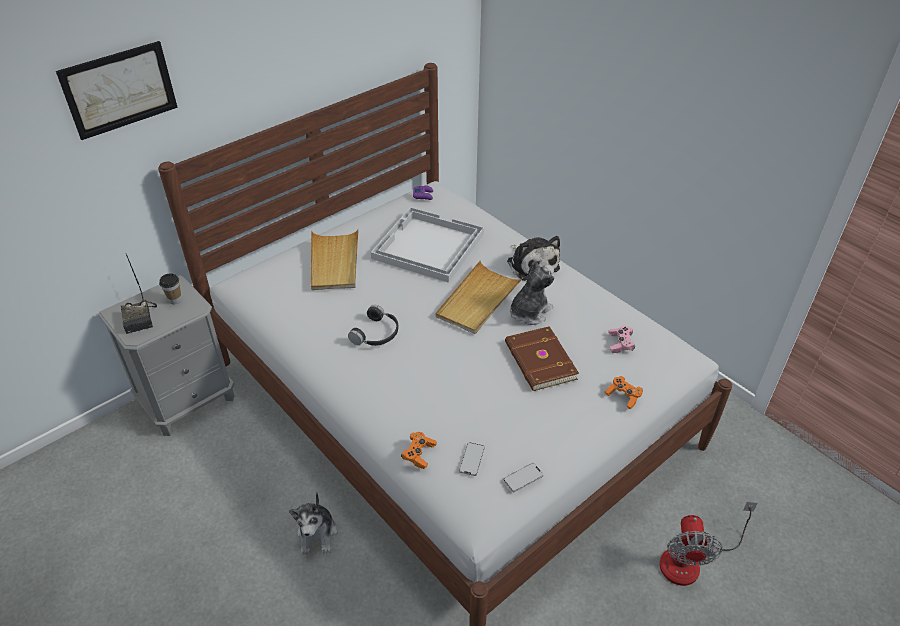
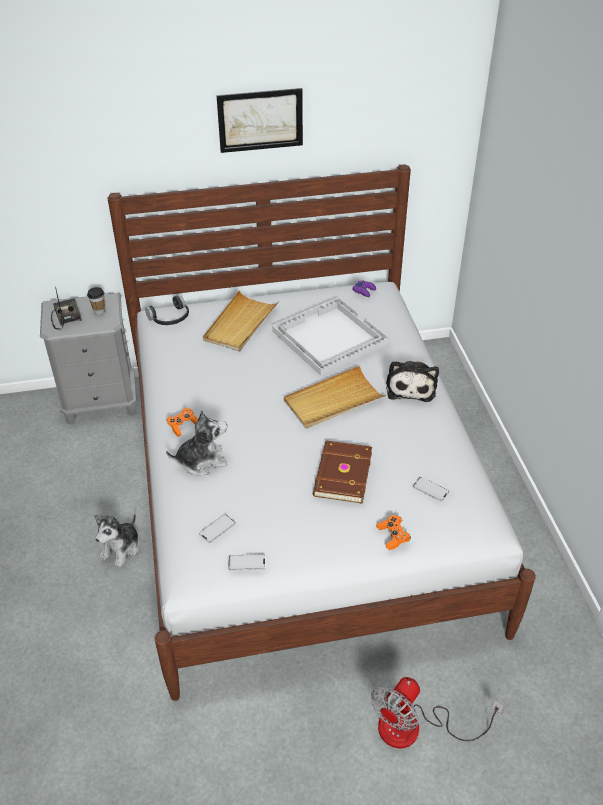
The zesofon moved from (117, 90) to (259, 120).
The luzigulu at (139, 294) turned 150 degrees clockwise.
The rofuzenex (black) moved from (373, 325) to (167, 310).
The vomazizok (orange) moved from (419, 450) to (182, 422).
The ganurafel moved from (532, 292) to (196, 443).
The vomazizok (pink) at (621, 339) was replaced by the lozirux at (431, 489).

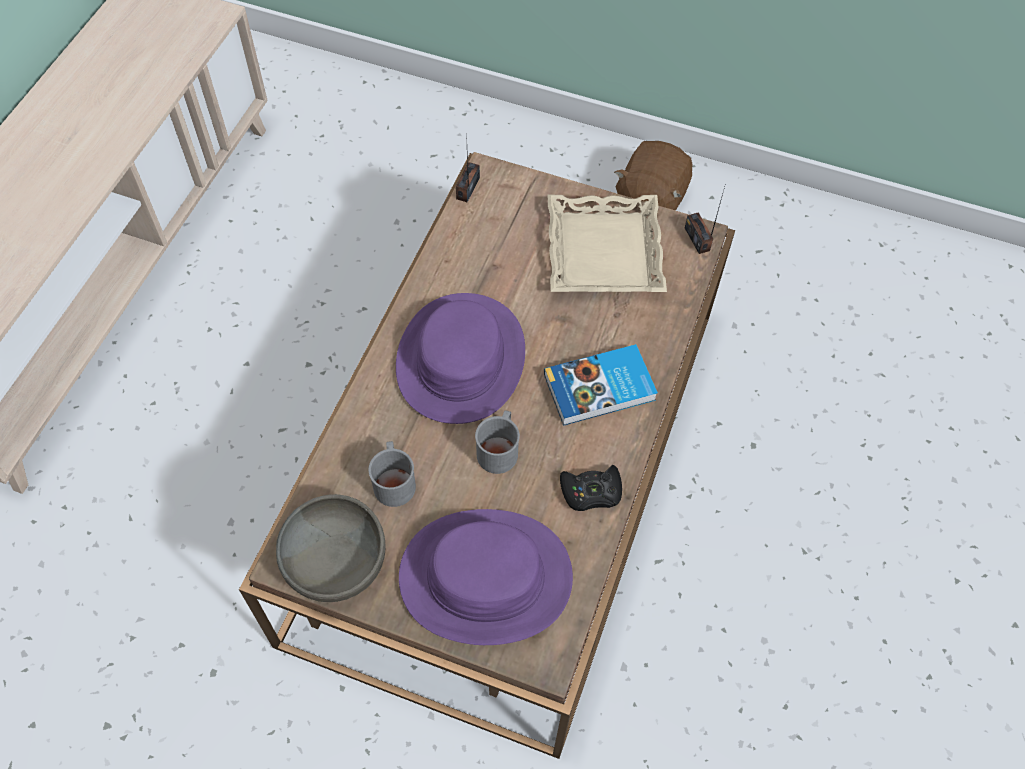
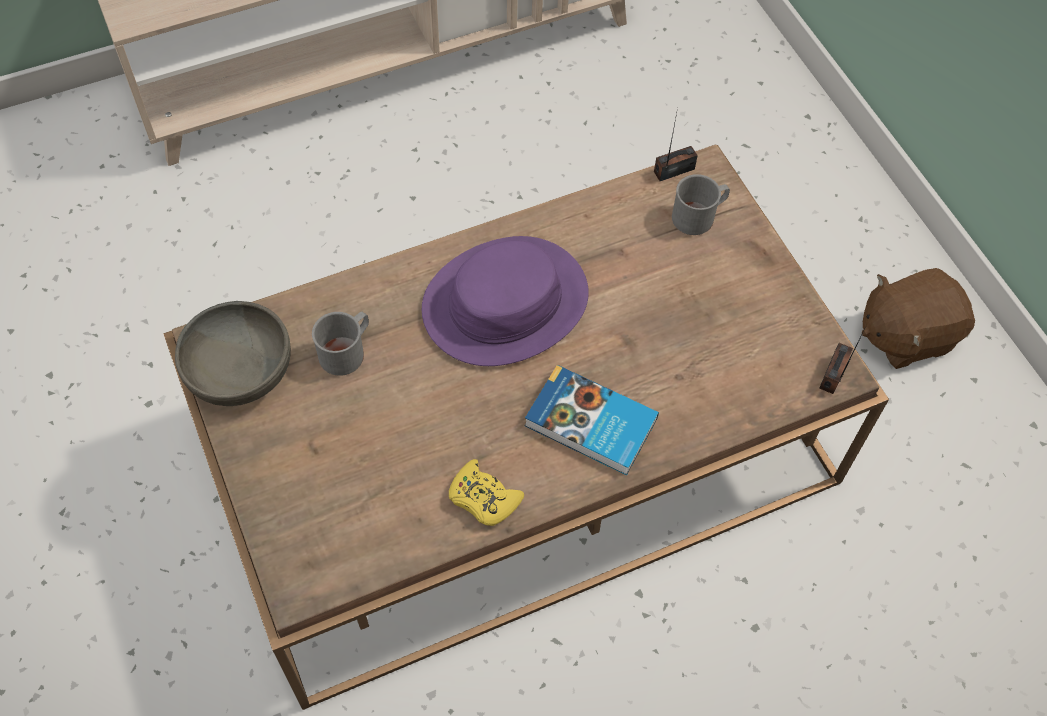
The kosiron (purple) at (486, 577) disappeared.
The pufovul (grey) moved from (497, 442) to (701, 204).
The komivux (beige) at (607, 243) disappeared.
The vomazizok (black) at (591, 488) became the vomazizok (yellow) at (486, 492).

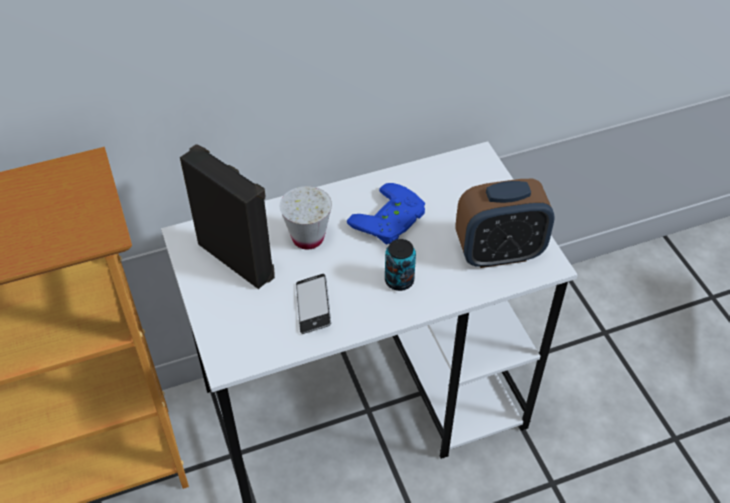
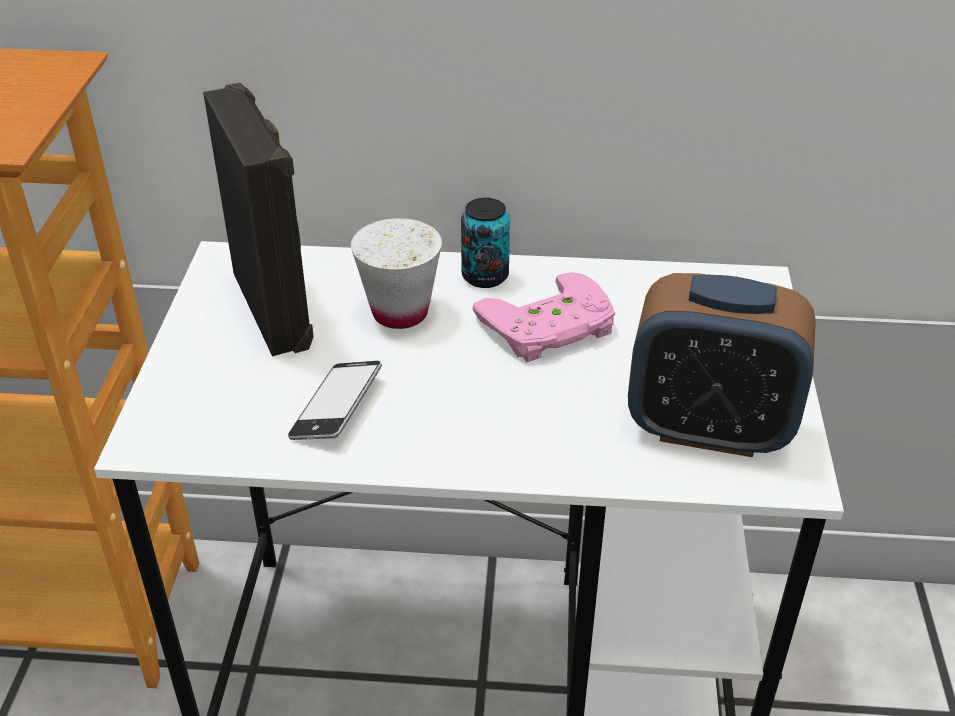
The vomazizok (blue) at (386, 214) became the vomazizok (pink) at (544, 317).
The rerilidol moved from (400, 265) to (485, 243).

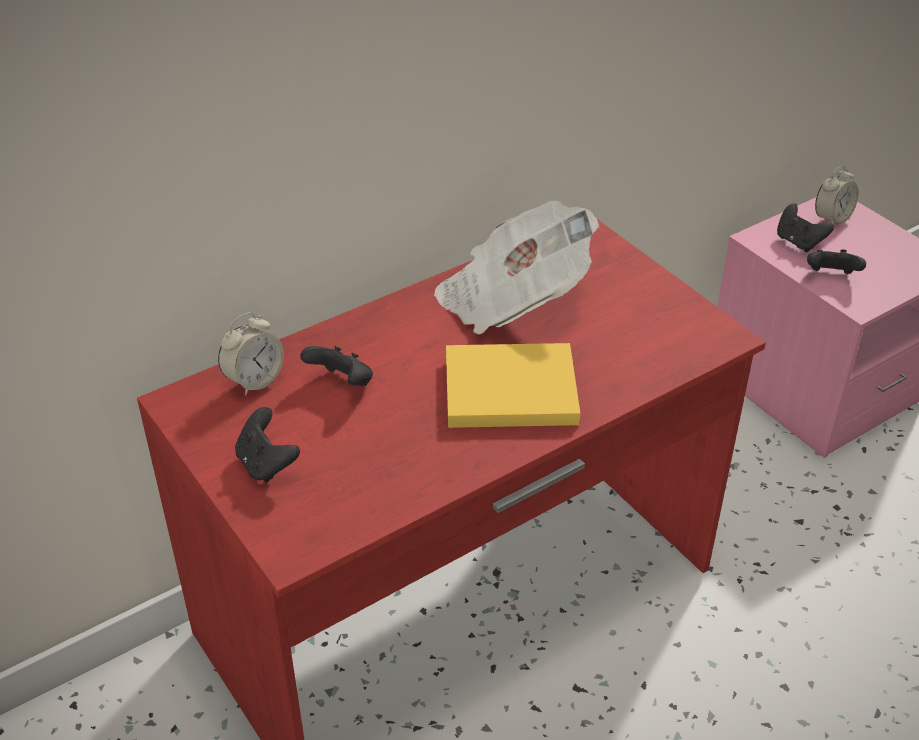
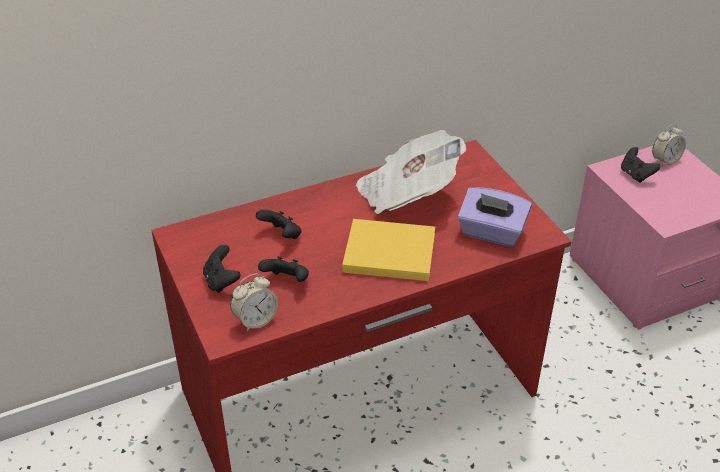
The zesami moved from (251, 354) to (254, 302).
The vomazizok (black) moved from (836, 261) to (283, 269).
The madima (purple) at (495, 217) appeared.

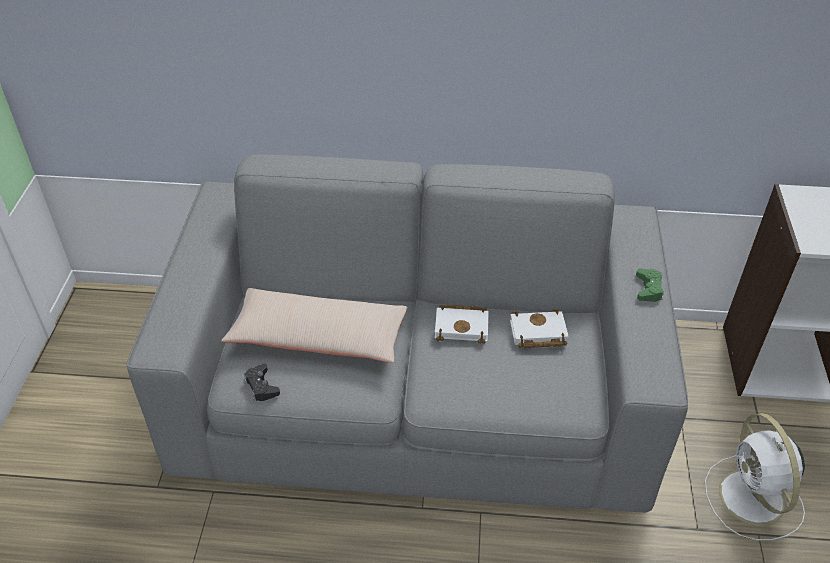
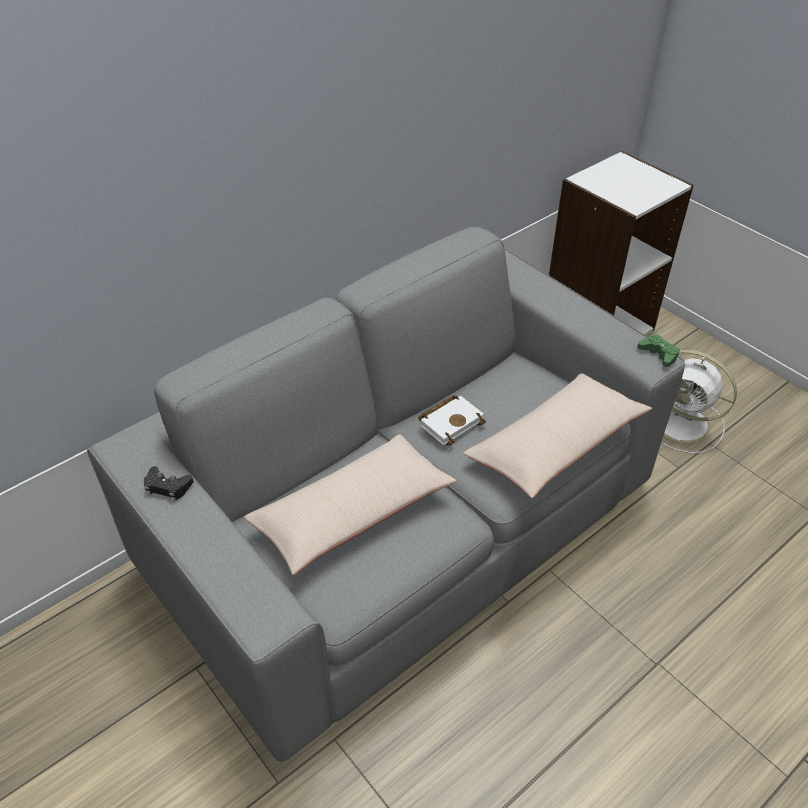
The vomazizok (black) moved from (262, 382) to (168, 484).
The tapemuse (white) at (539, 328) disappeared.
The vomazizok (green) moved from (650, 285) to (658, 350).
The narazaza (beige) at (557, 435) appeared.

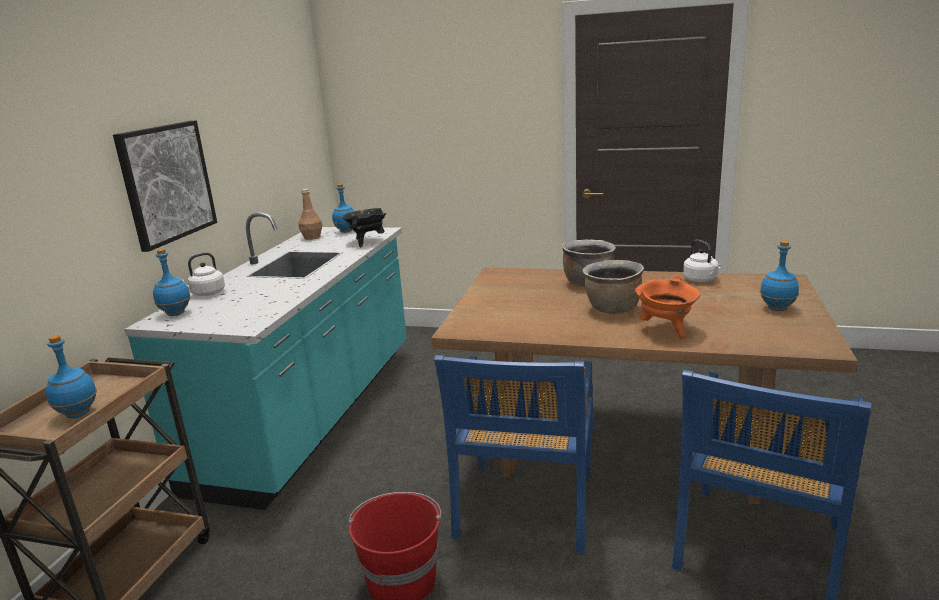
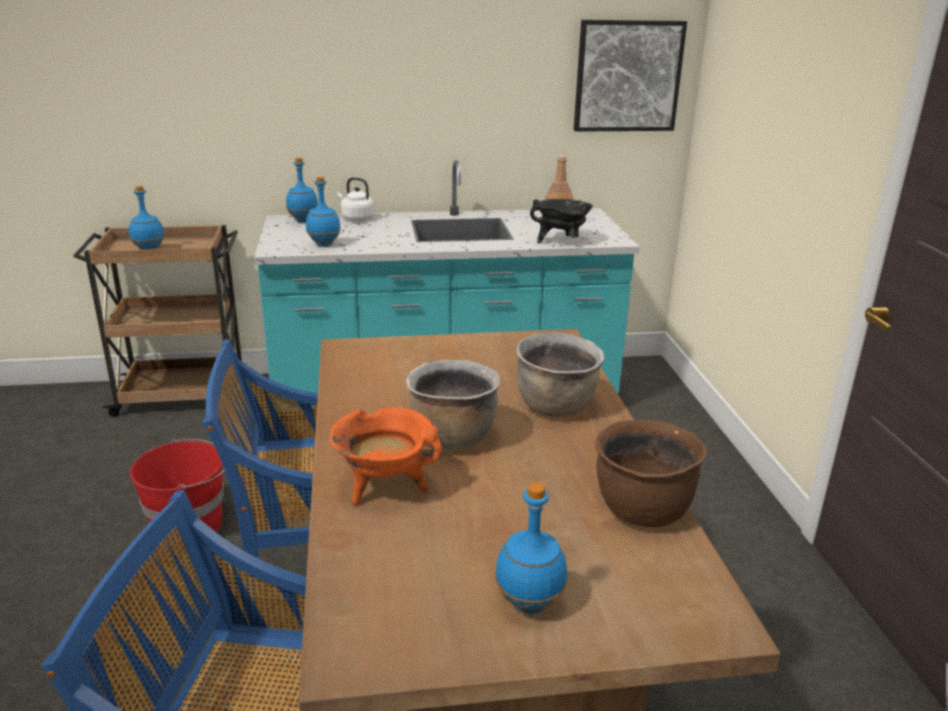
The zesofon moved from (165, 186) to (630, 76).
The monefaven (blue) moved from (343, 208) to (323, 211).
The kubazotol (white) at (702, 260) was replaced by the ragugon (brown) at (651, 473).

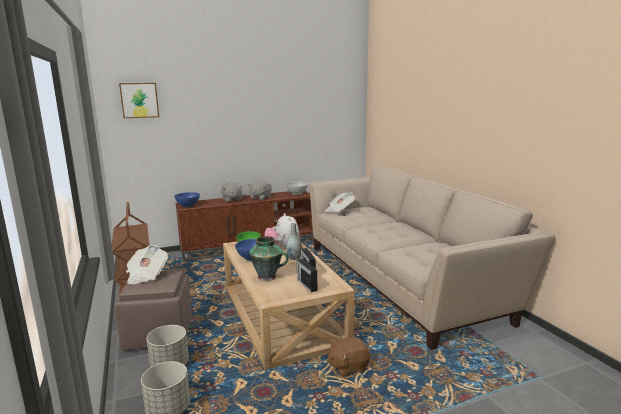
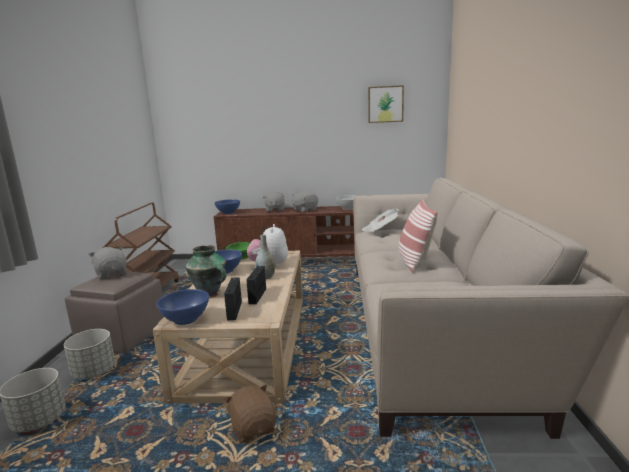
The zesofon moved from (139, 100) to (386, 104).
The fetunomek at (147, 264) was replaced by the ganurafel (grey) at (107, 263).
The ganurafel (brown) at (348, 356) turned 60 degrees clockwise.
The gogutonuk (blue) at (182, 307) appeared.
The narazaza at (418, 236) appeared.

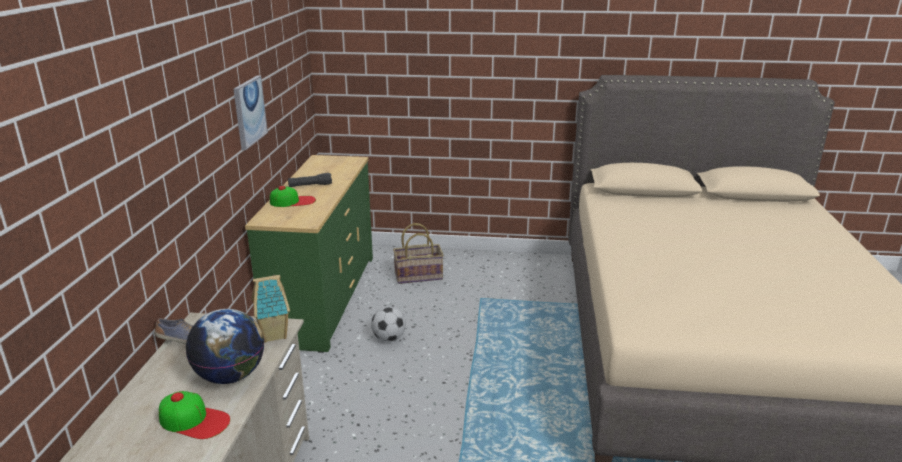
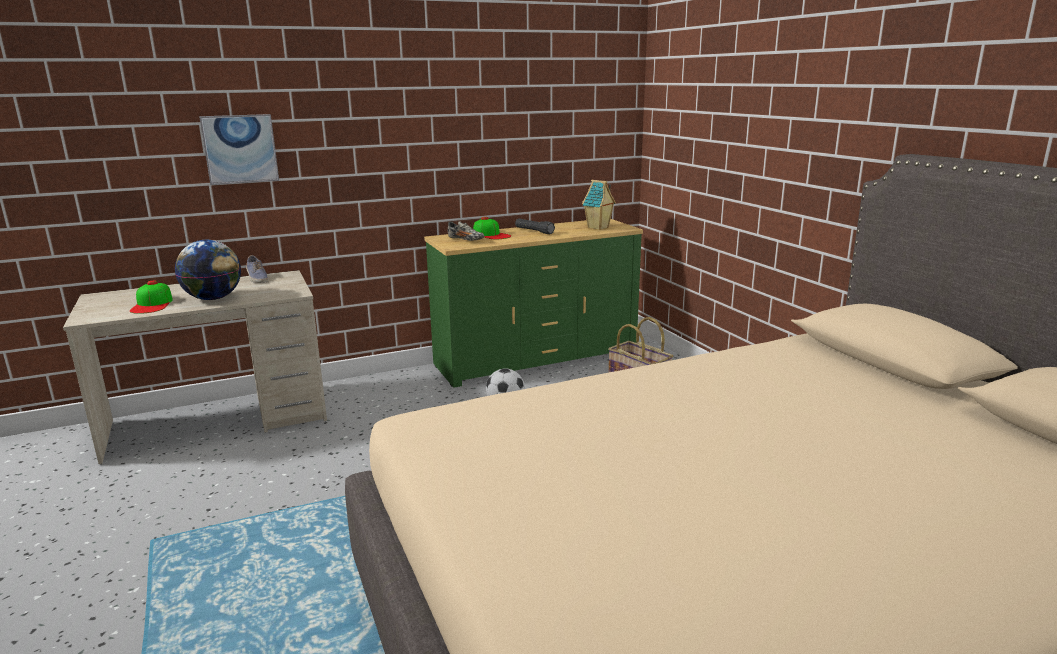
The zesofon moved from (250, 112) to (239, 149).
The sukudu moved from (270, 308) to (599, 205).
The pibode at (466, 231) appeared.

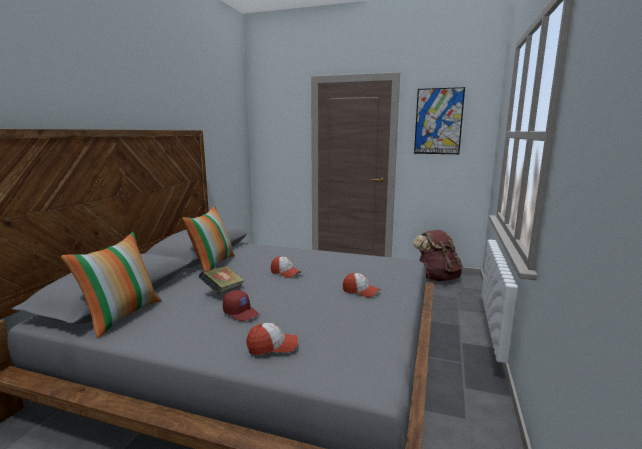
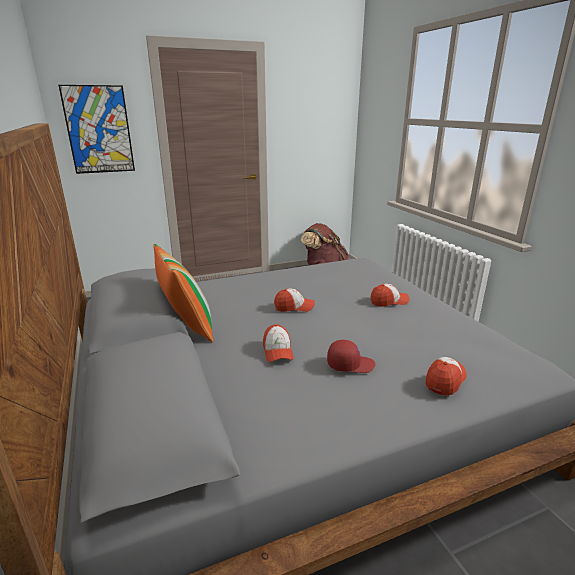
The narazaza at (111, 285) disappeared.
The tapemuse at (222, 280) was replaced by the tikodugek at (278, 343).
The zesofon moved from (439, 120) to (97, 129).

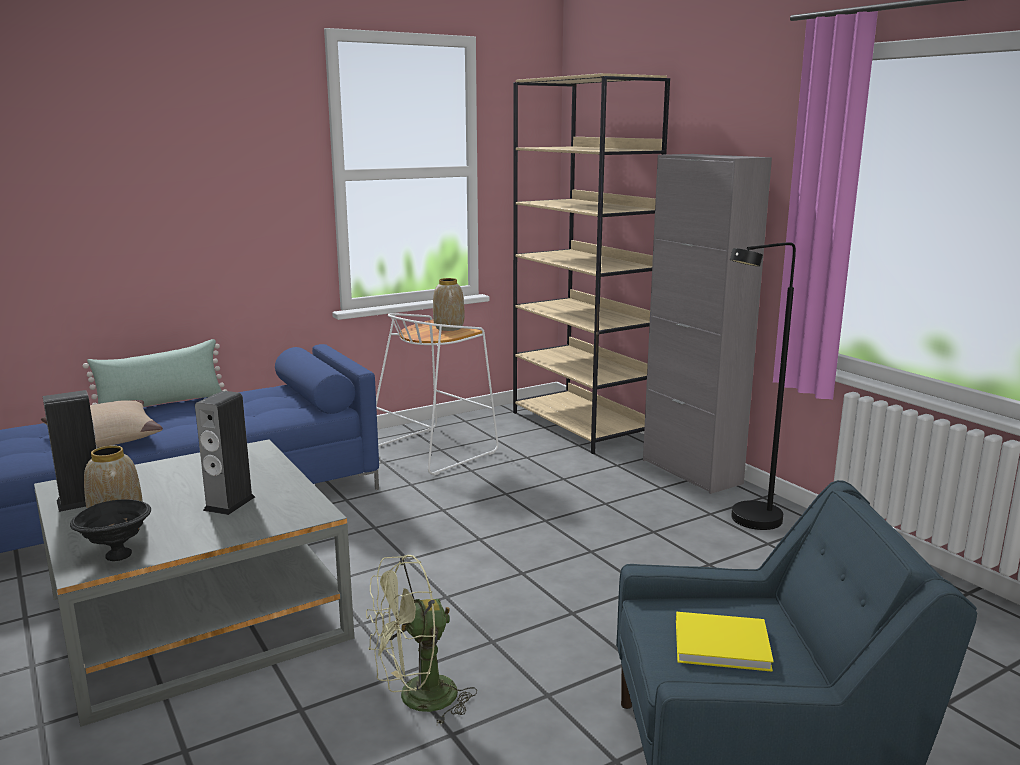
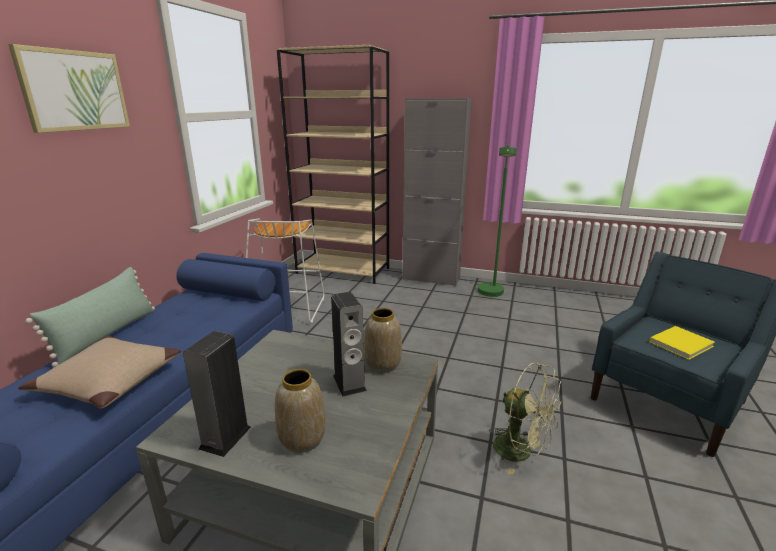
The gogutonuk (black) at (110, 530) disappeared.
The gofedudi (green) at (421, 640) turned 75 degrees counterclockwise.
The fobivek moved from (448, 304) to (383, 340).
The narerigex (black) at (763, 386) became the narerigex (green) at (497, 220).
The zesofon at (69, 88) appeared.

